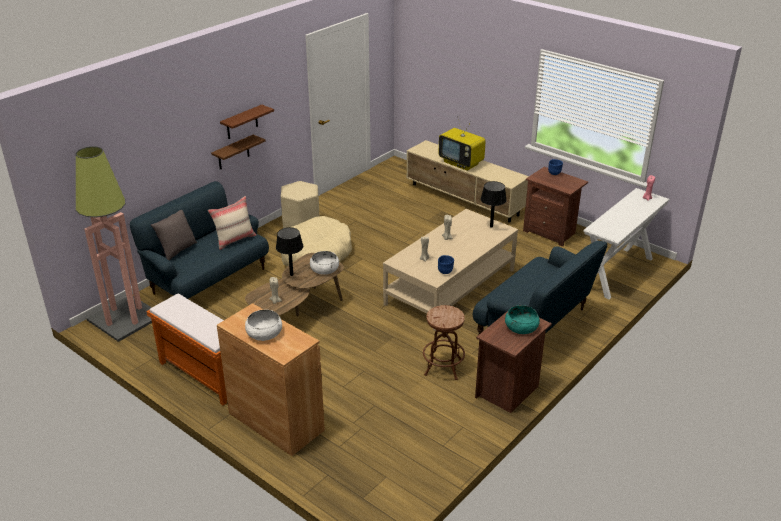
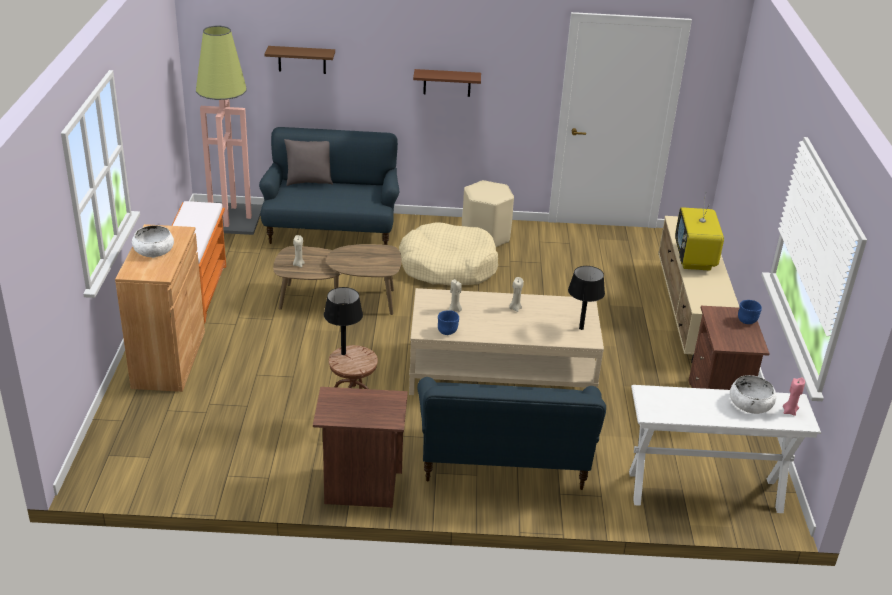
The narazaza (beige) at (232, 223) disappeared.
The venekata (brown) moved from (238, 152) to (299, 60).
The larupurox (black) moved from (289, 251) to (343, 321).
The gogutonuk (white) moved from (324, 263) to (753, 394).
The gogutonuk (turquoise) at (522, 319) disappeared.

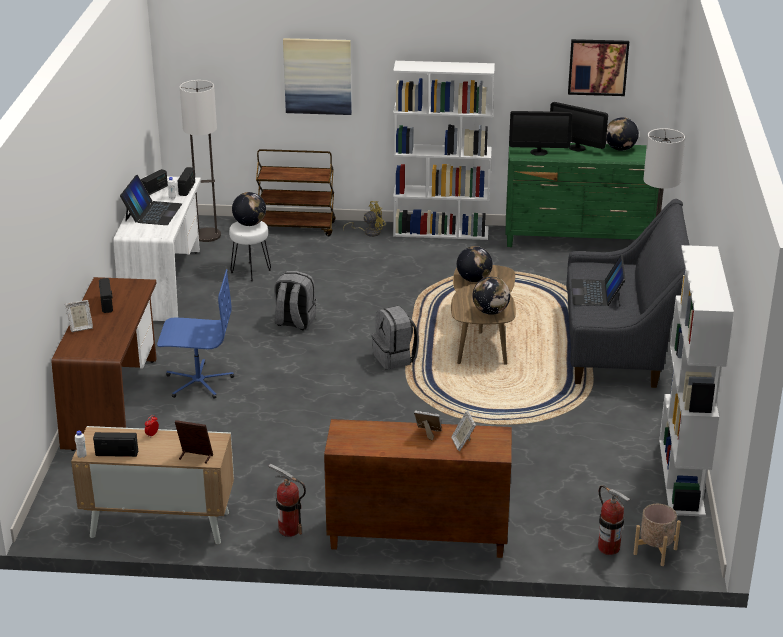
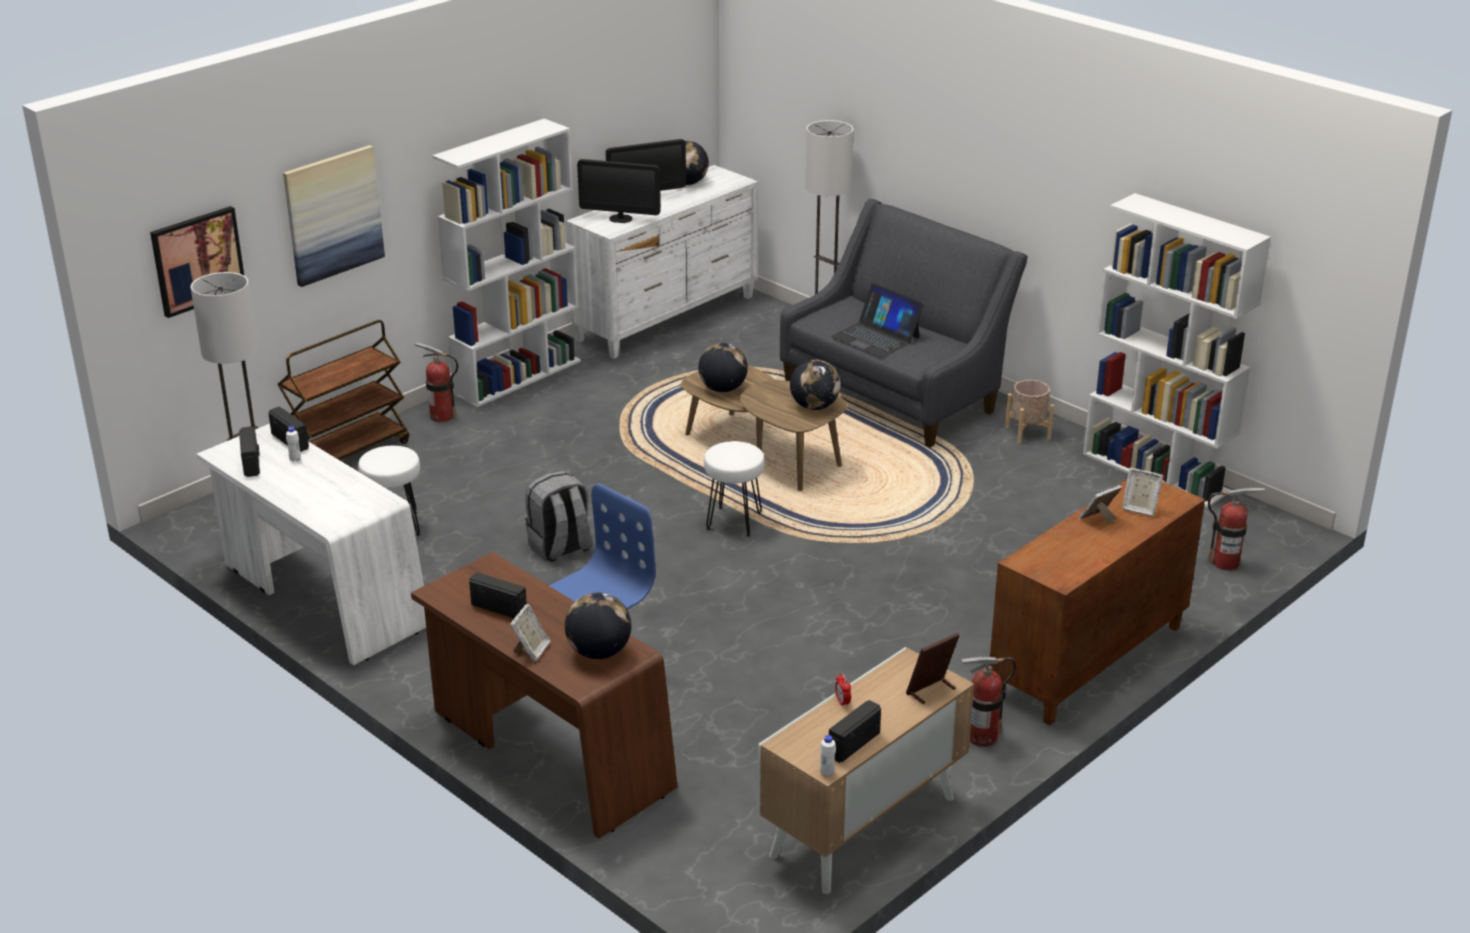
The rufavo at (151, 200) disappeared.
The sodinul moved from (249, 209) to (598, 626).
The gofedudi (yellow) at (364, 219) was replaced by the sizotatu at (436, 382).
The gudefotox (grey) at (395, 338) was replaced by the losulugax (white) at (734, 489).
The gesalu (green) at (583, 195) became the gesalu (white) at (662, 262).
The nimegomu at (540, 133) turned 60 degrees clockwise.
The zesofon moved from (598, 67) to (197, 262).
The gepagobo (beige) moved from (657, 535) to (1029, 412).

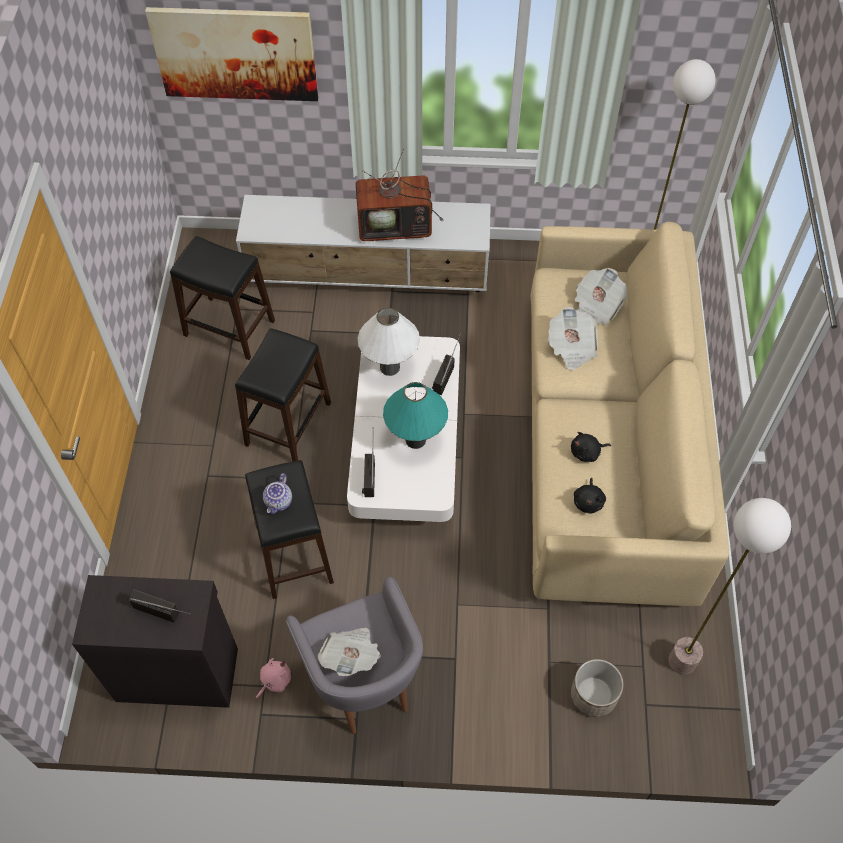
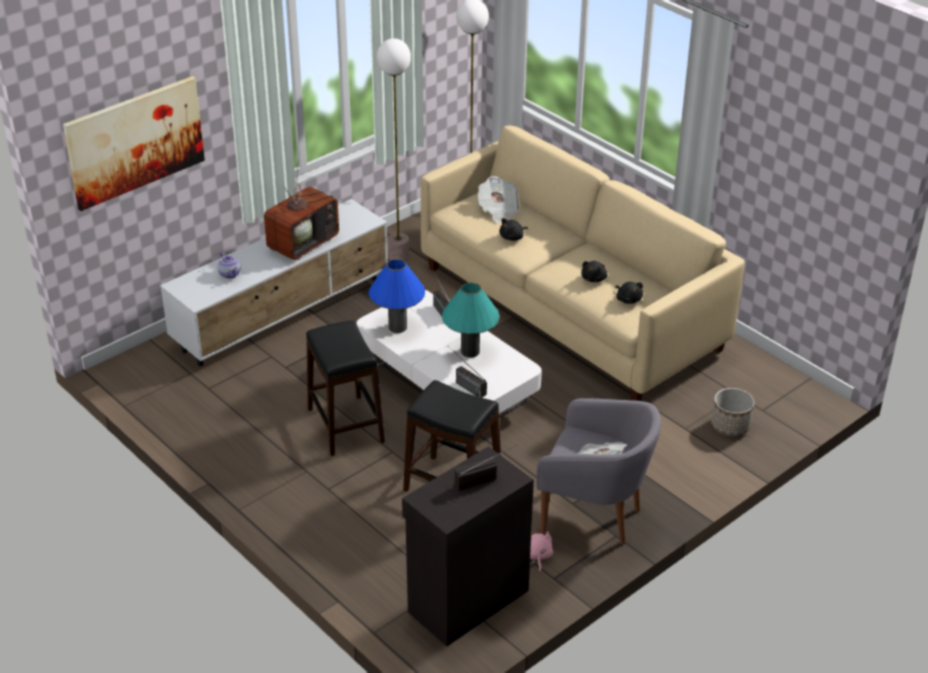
The losulugax (black) at (222, 298) disappeared.
The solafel moved from (277, 493) to (229, 265).
The larupurox (white) at (388, 342) became the larupurox (blue) at (397, 296).
The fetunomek at (573, 339) was replaced by the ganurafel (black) at (513, 229).
The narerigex moved from (730, 586) to (394, 150).

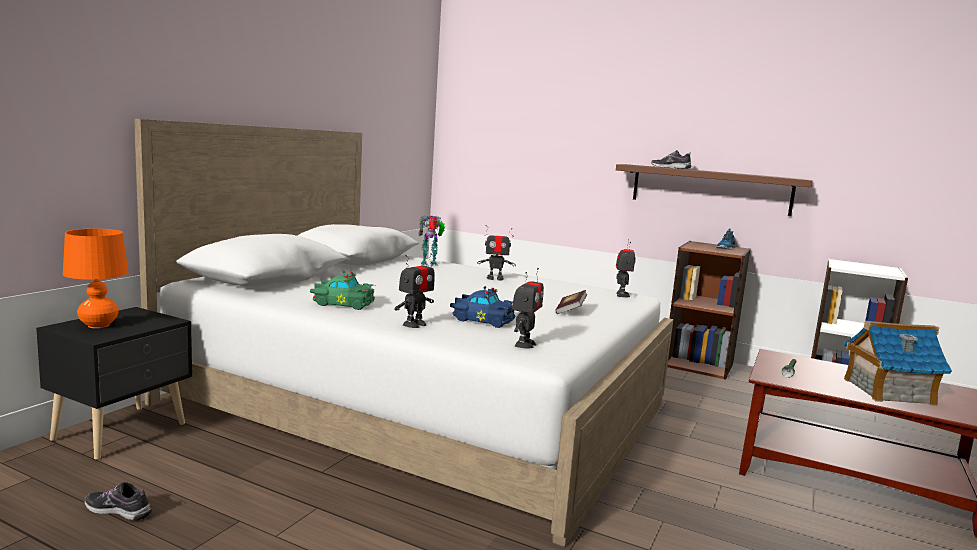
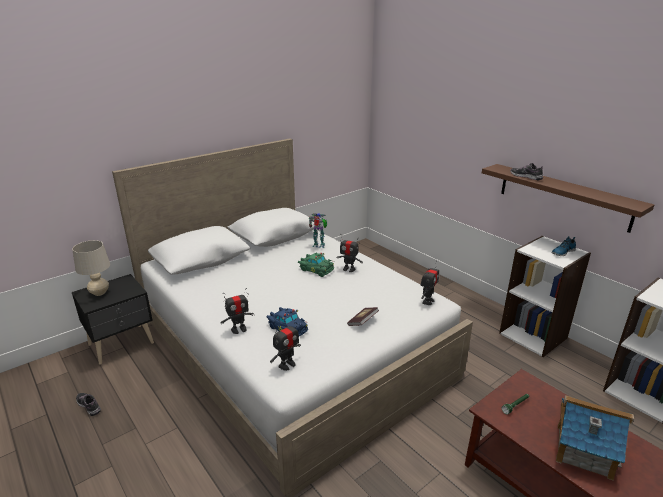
The larupurox (orange) at (96, 278) became the larupurox (beige) at (91, 268).
The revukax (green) moved from (343, 290) to (316, 264).
The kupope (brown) at (709, 310) became the kupope (white) at (545, 296).

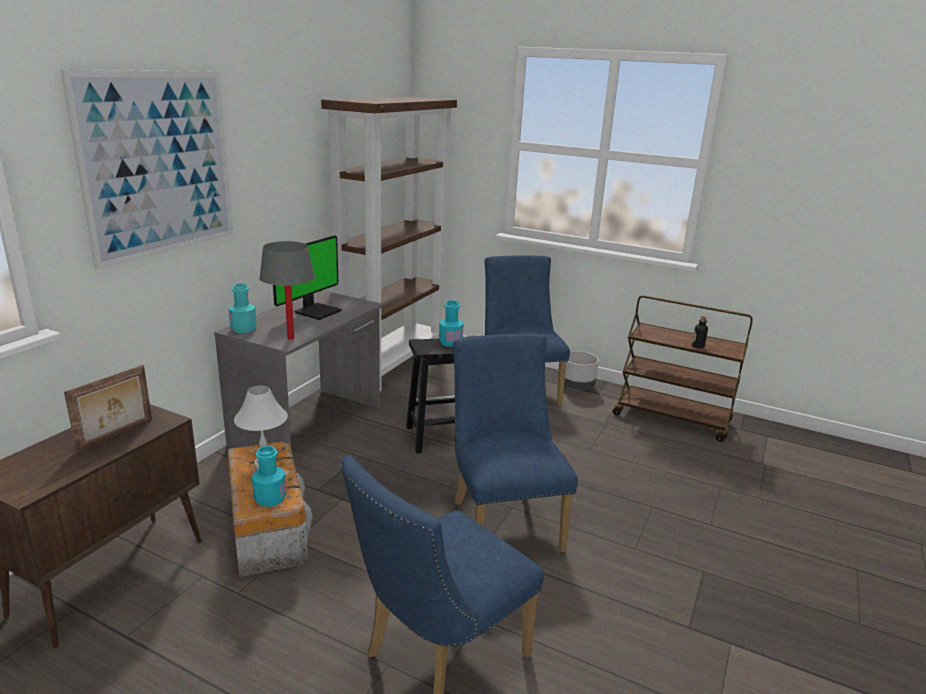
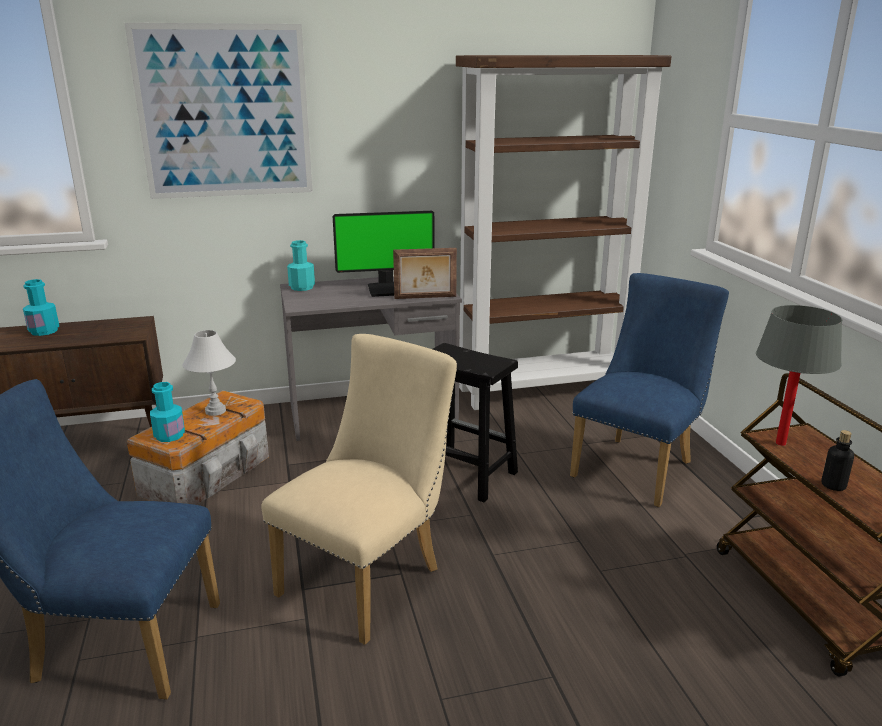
The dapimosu moved from (108, 408) to (425, 273).
The larupurox (grey) moved from (287, 290) to (799, 375).
The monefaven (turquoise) moved from (451, 323) to (41, 307).
The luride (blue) at (515, 443) became the luride (beige) at (359, 489).
The gepagobo (grey) at (581, 370) disappeared.

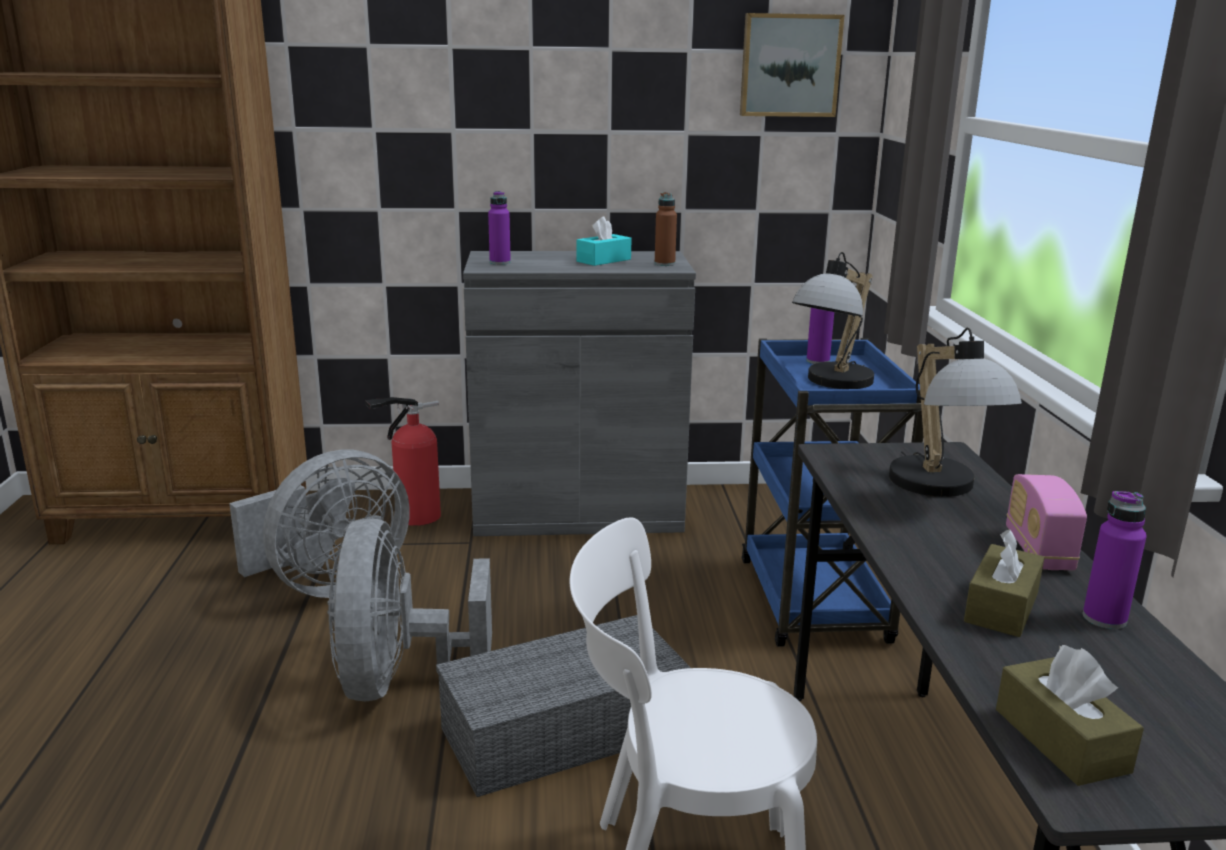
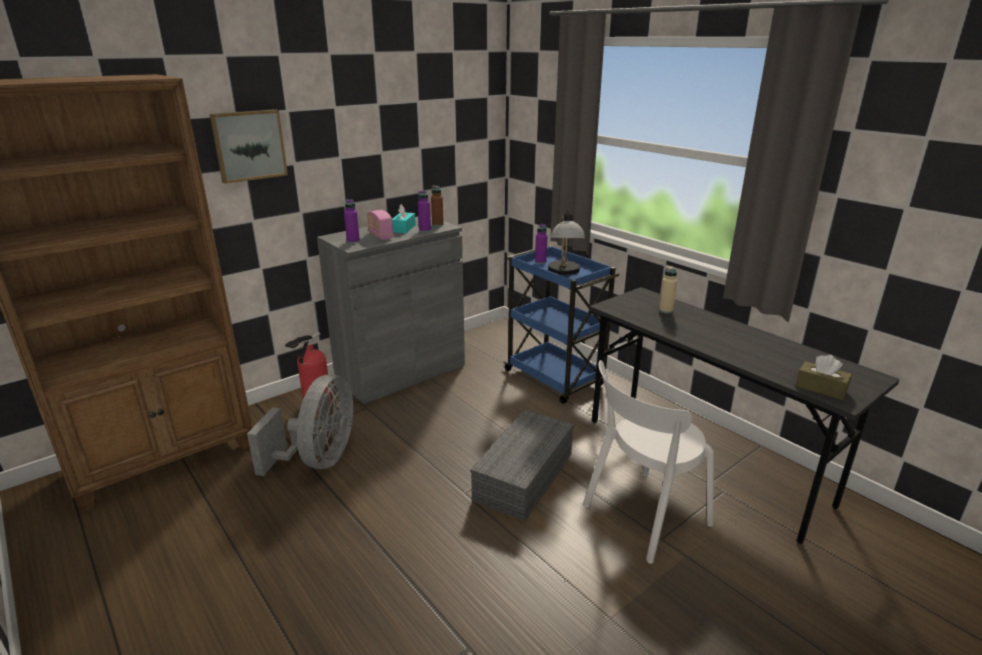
The gofedudi (grey) at (409, 609) disappeared.
The zesofon moved from (792, 65) to (248, 146).
The larupurox at (955, 412) was replaced by the monefaven (beige) at (668, 289).
The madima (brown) at (1004, 583) disappeared.
The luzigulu moved from (1046, 522) to (380, 225).
The monefaven (purple) moved from (1115, 560) to (424, 211).

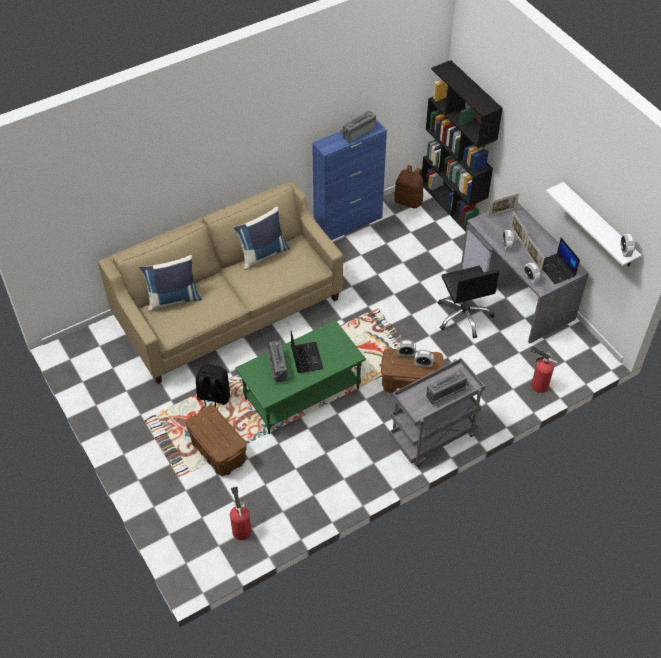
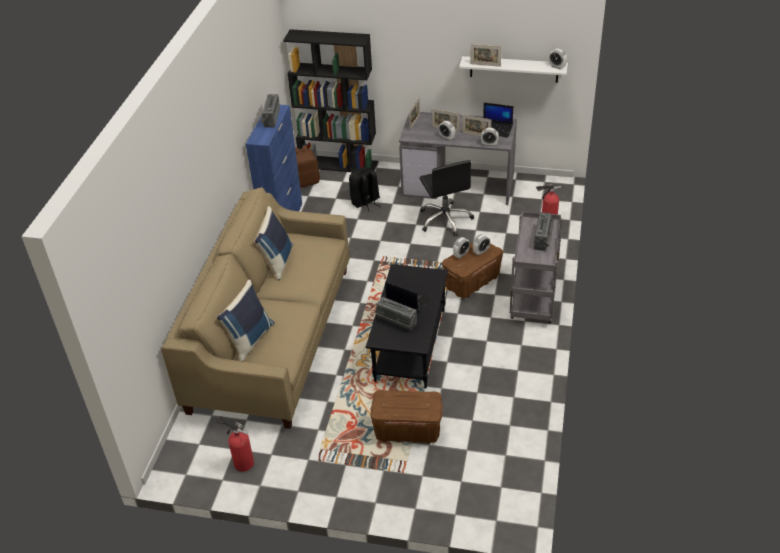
The gudefotox (black) moved from (213, 387) to (364, 189).
The sizotatu moved from (240, 513) to (235, 444).
The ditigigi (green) at (300, 377) became the ditigigi (black) at (407, 326).
The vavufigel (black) at (469, 302) turned 45 degrees clockwise.
The dapimosu at (486, 55) appeared.

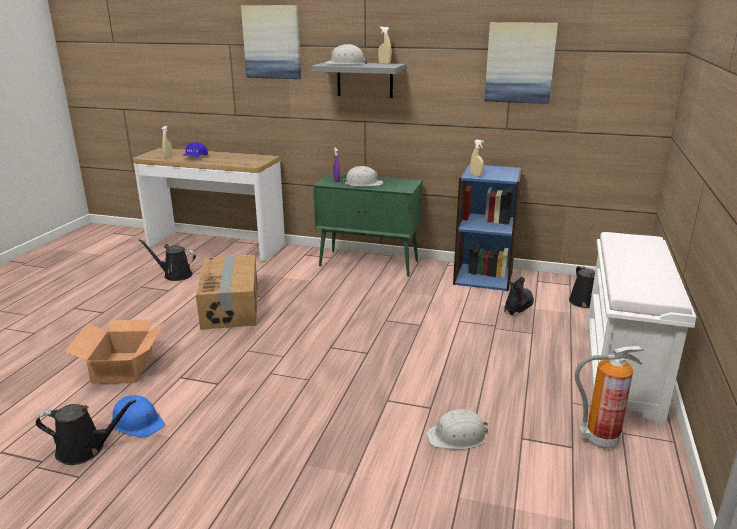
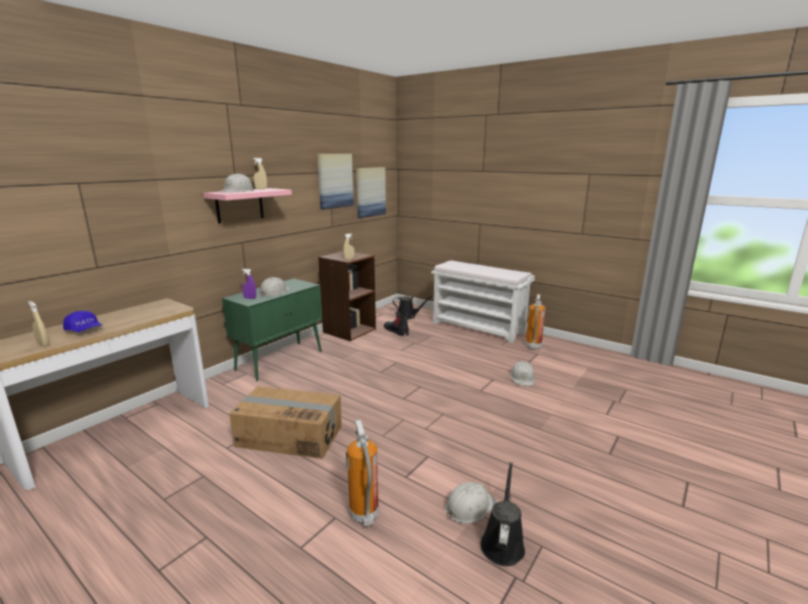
The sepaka at (115, 352) was replaced by the sizotatu at (362, 472).
The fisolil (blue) at (138, 416) became the fisolil (white) at (470, 502).
The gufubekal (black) at (167, 260) disappeared.
The zesofon moved from (271, 42) to (371, 192).
The venekata (grey) at (358, 80) became the venekata (pink) at (247, 205).
The kupope (blue) at (488, 227) became the kupope (brown) at (347, 296).

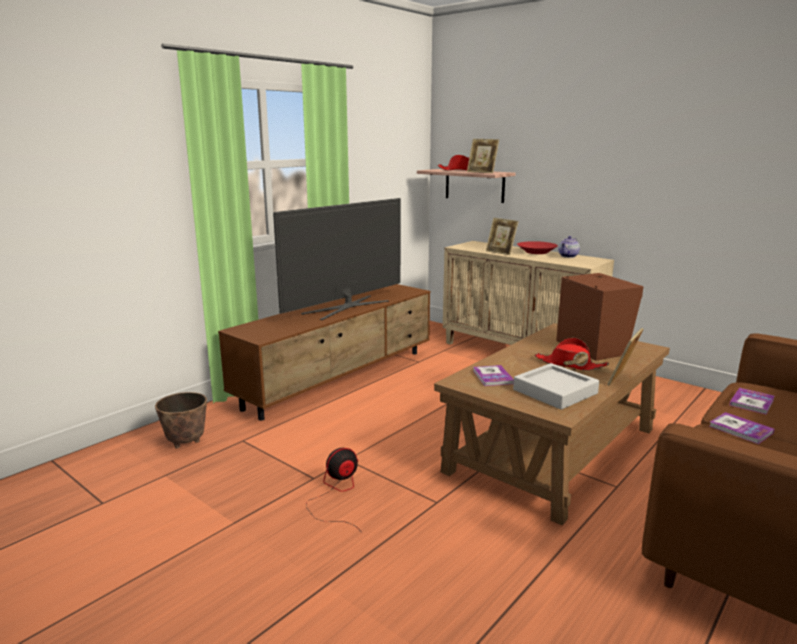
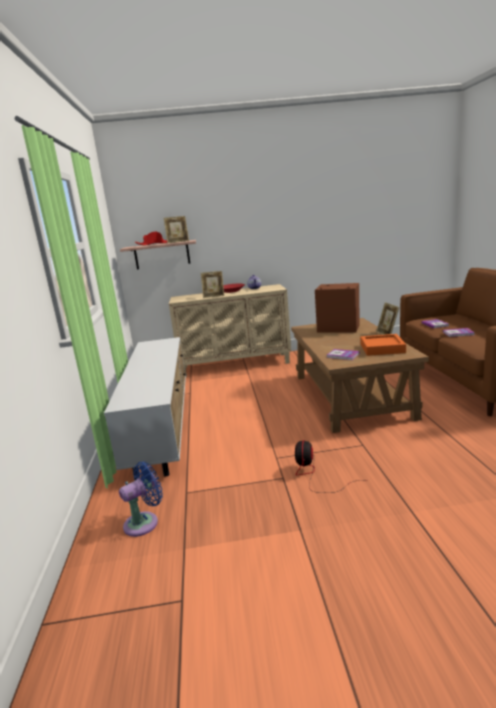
The gepagobo at (181, 420) was replaced by the gofedudi (blue) at (141, 499).
The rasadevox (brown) at (324, 352) became the rasadevox (white) at (145, 408).
The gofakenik at (337, 259) disappeared.
The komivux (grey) at (556, 386) became the komivux (orange) at (383, 345).
The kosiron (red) at (571, 354) disappeared.

